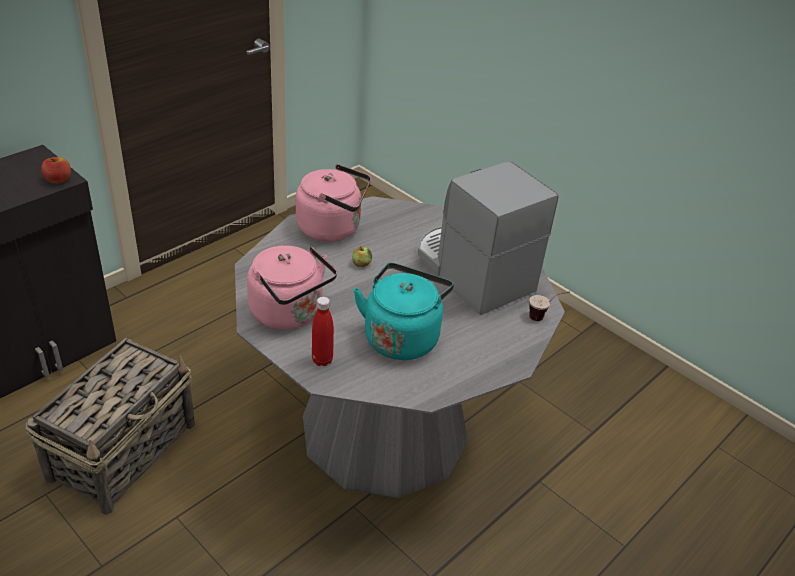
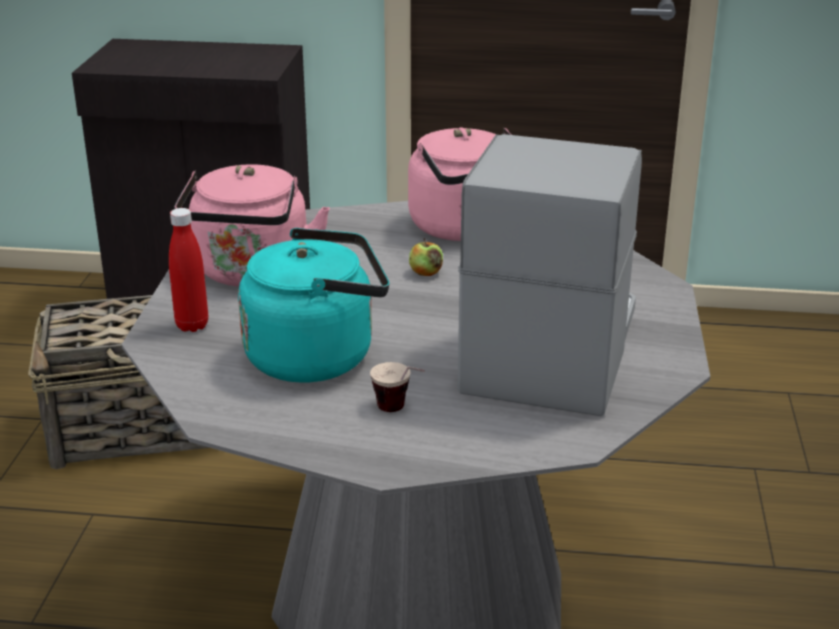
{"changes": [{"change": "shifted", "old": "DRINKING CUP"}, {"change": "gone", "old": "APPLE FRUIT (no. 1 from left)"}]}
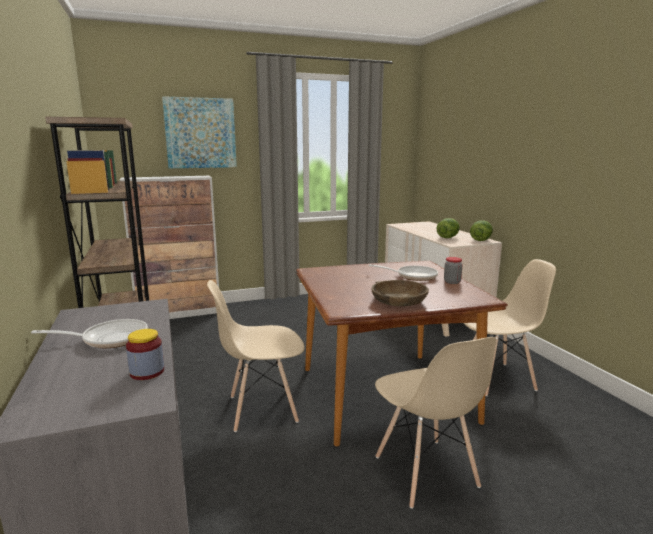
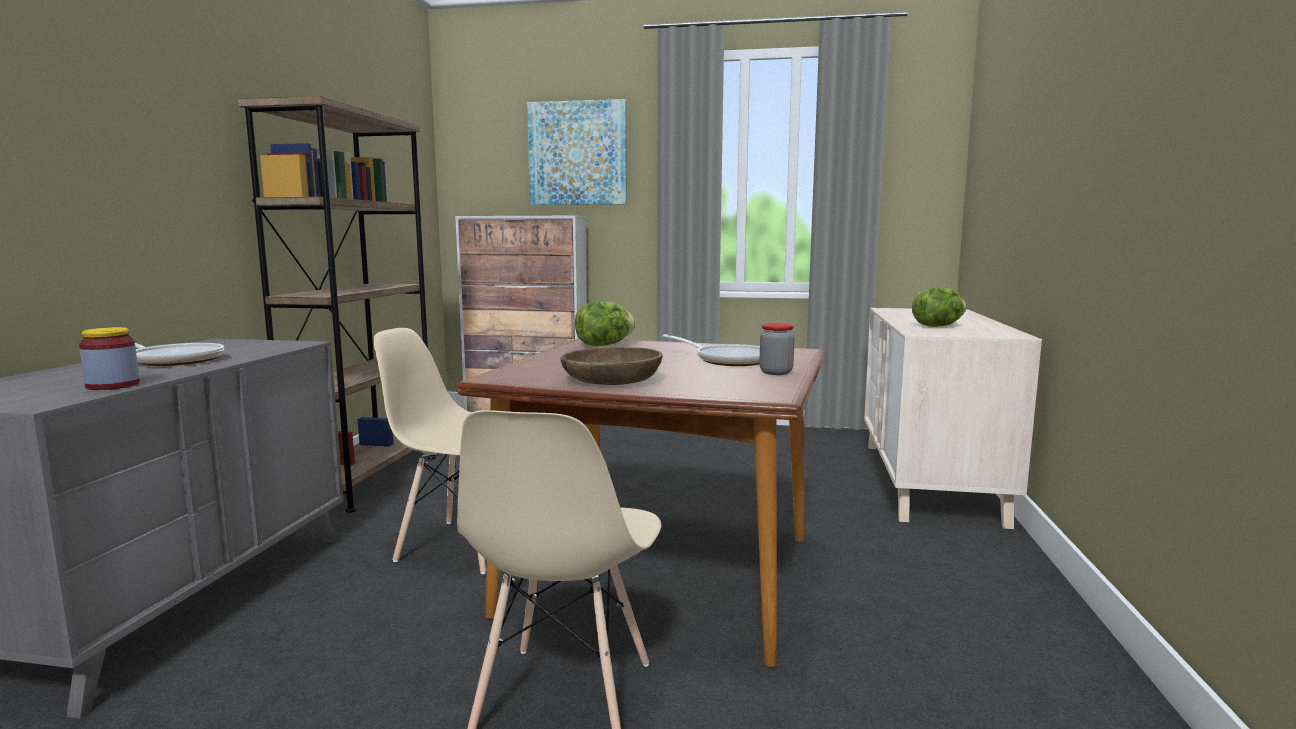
{"changes": [{"change": "shifted", "old": "HEAD OF LETTUCE (no. 2 from left in the first image)", "new": "HEAD OF LETTUCE (no. 1 from left)"}, {"change": "gone", "old": "BEIGE-COLOURED UPRIGHT CHAIR (no. 3 from left)"}]}
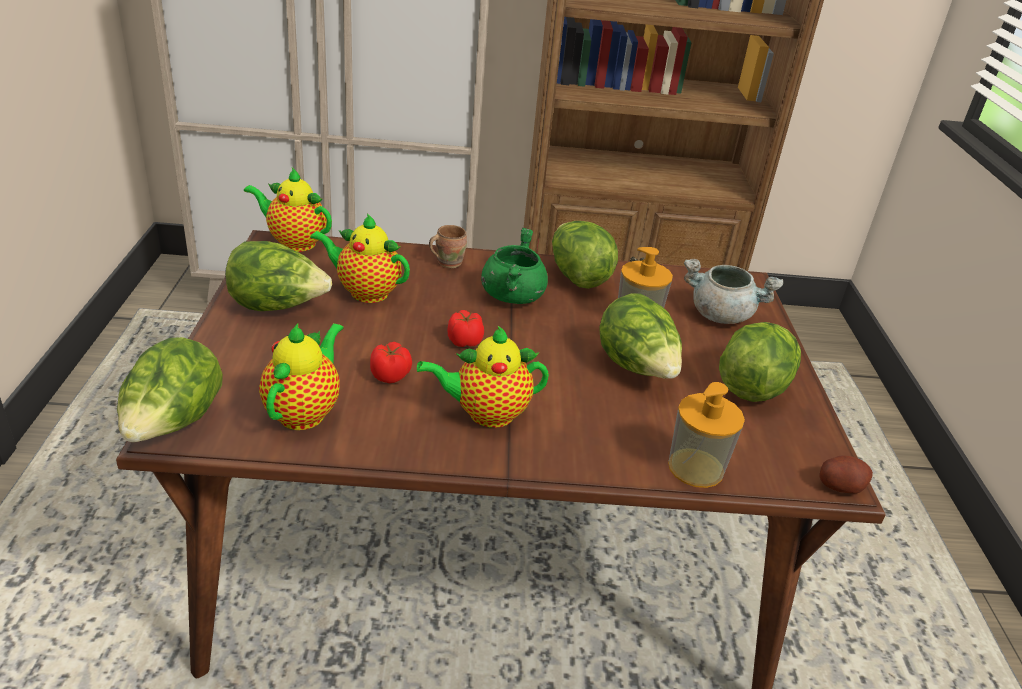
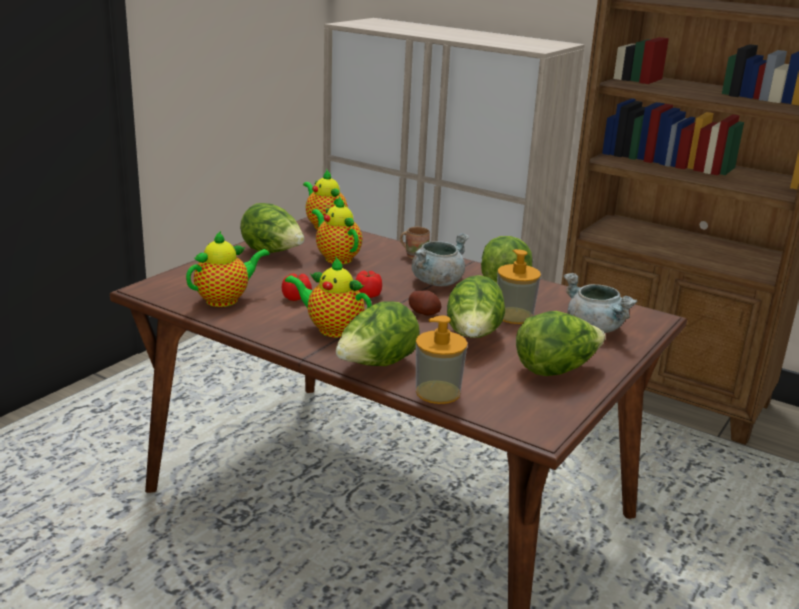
{"changes": [{"change": "shifted", "old": "HEAD OF LETTUCE (no. 1 from left in the first image)", "new": "HEAD OF LETTUCE (no. 2 from left)"}, {"change": "shifted", "old": "POTATO"}, {"change": "repainted", "old": "GREEN STOCKPOT", "new": "GRAY STOCKPOT (no. 1 from left)"}]}
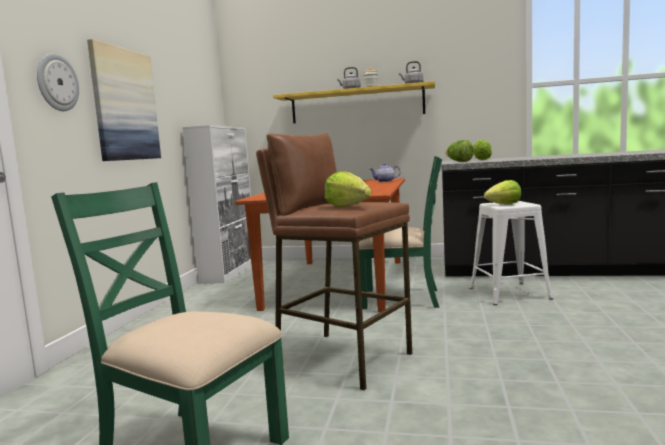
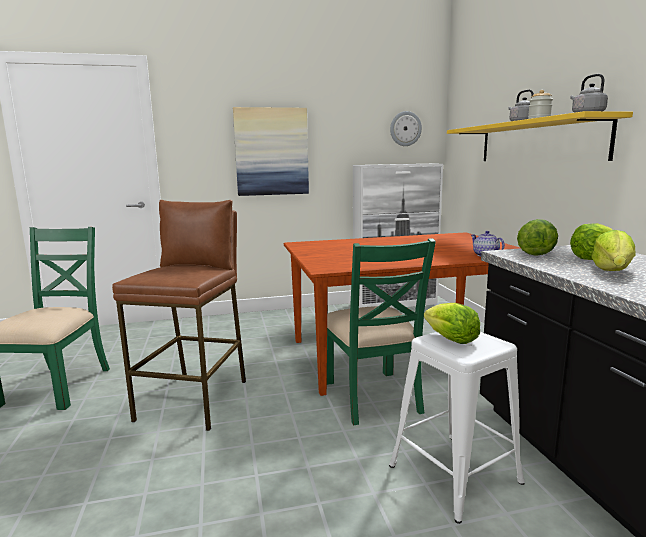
{"changes": [{"change": "shifted", "old": "HANGING CLOCK"}, {"change": "shifted", "old": "HEAD OF LETTUCE (no. 1 from left in the first image)", "new": "HEAD OF LETTUCE (no. 4 from left)"}]}
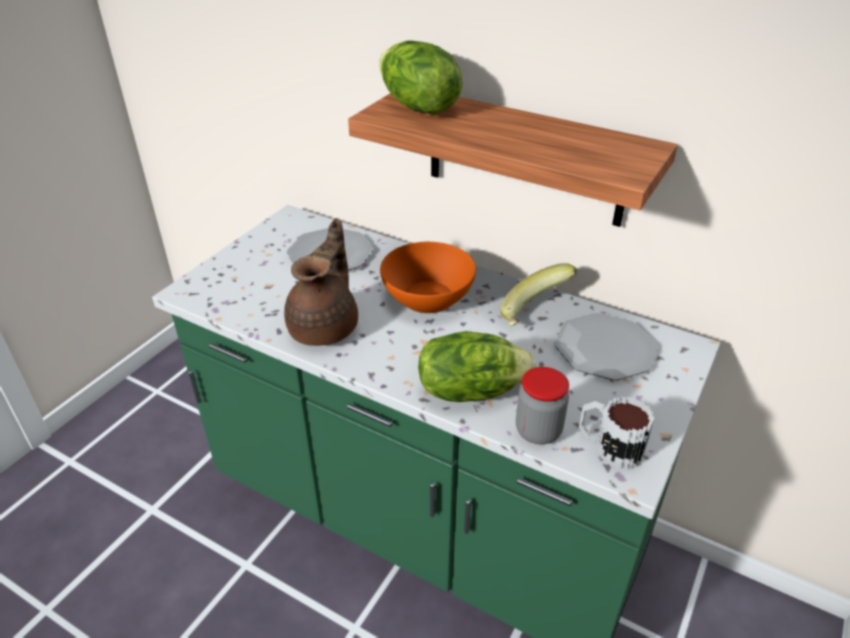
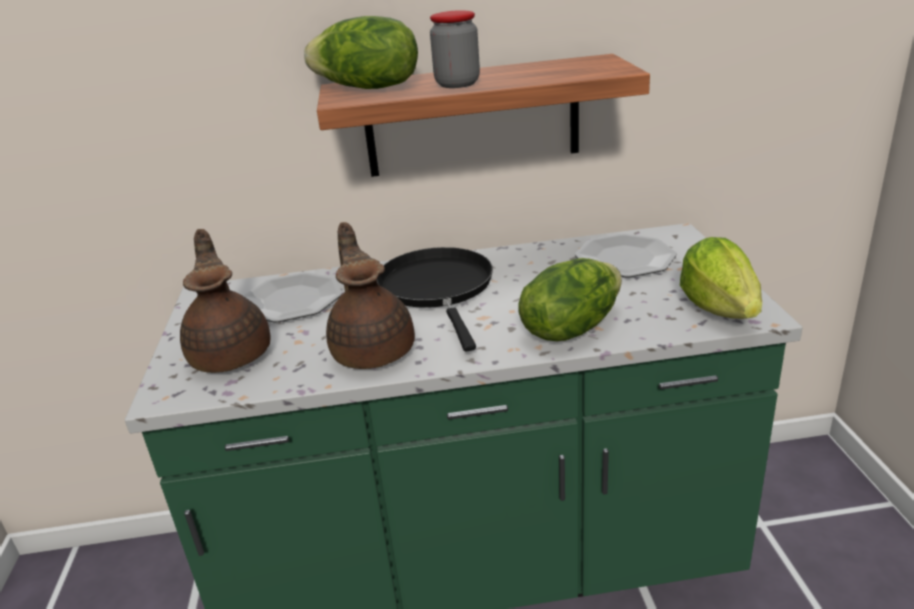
{"changes": [{"change": "new", "new": "BROWN-COLOURED POT FOR TEA (no. 1 from left)"}, {"change": "swapped", "old": "ORANGEY BOWL", "new": "BLACKISH FRYING PAN"}, {"change": "shifted", "old": "STORAGE JAR"}, {"change": "swapped", "old": "COFFEE MUG", "new": "HEAD OF LETTUCE (no. 3 from left)"}, {"change": "gone", "old": "BANANA FRUIT"}]}
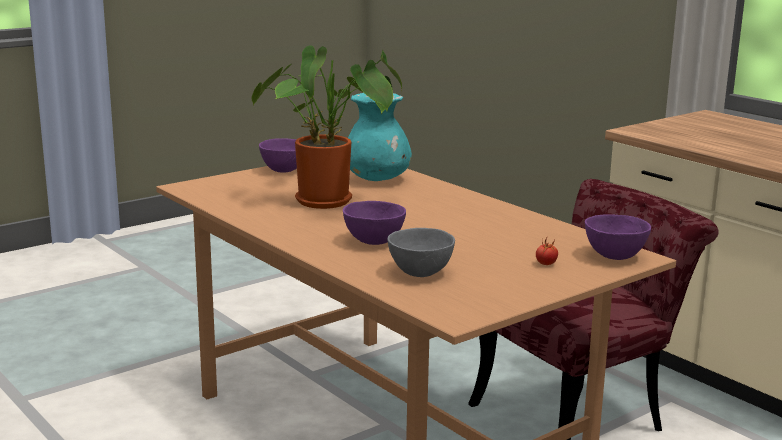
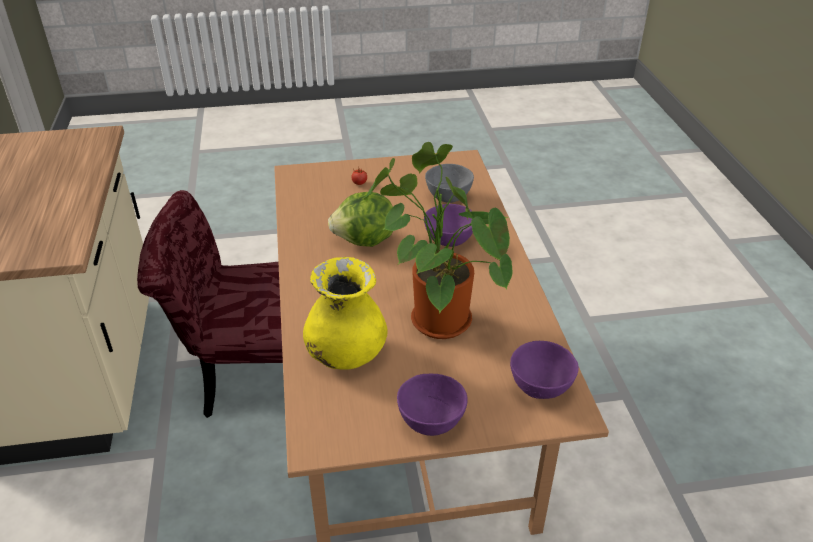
{"changes": [{"change": "repainted", "old": "BLUE-GREEN FLOWER VASE", "new": "YELLOWISH FLOWER VASE"}, {"change": "new", "new": "HEAD OF LETTUCE"}, {"change": "shifted", "old": "PURPLE BOWL (no. 3 from left)"}]}
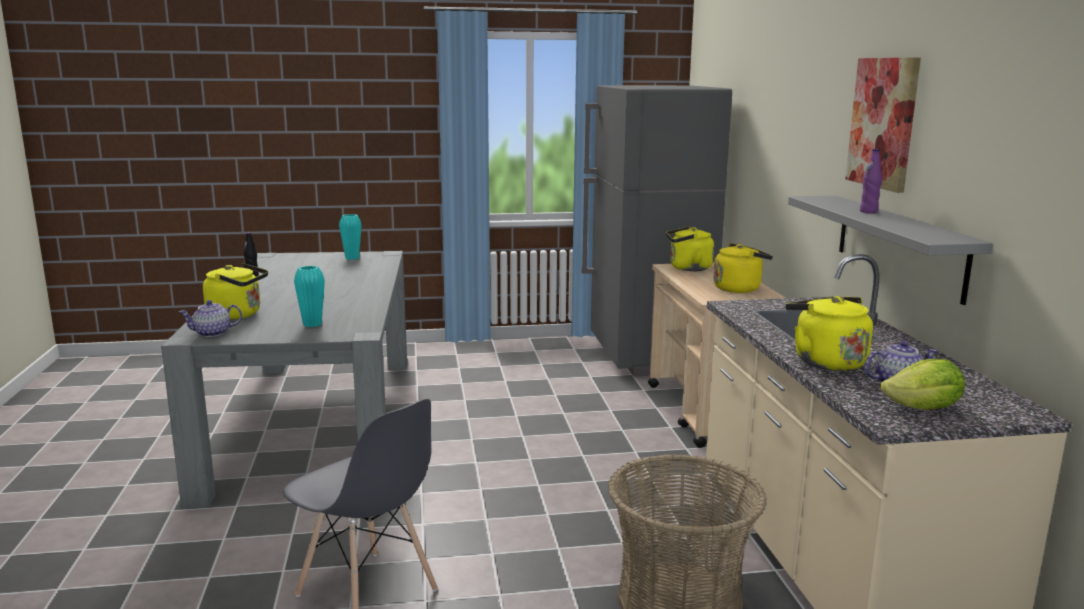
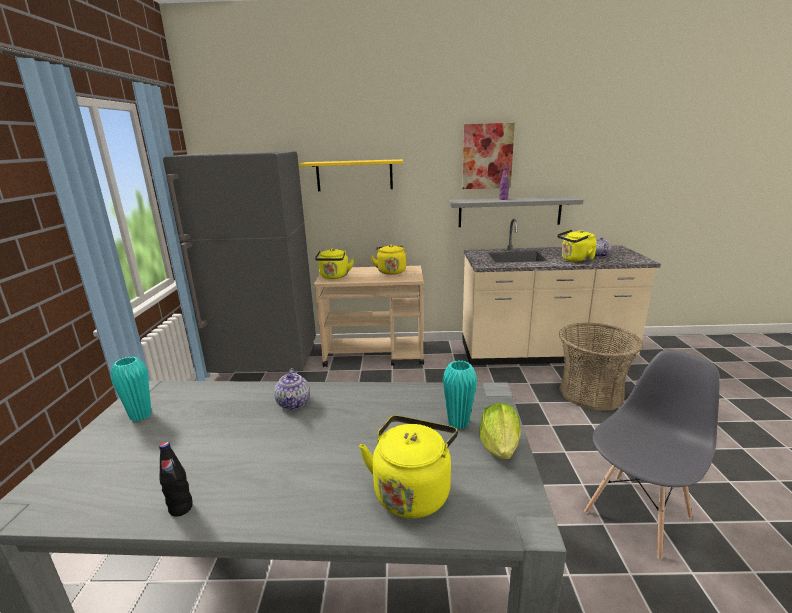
{"changes": [{"change": "shifted", "old": "POT FOR TEA (no. 1 from left)"}, {"change": "new", "new": "YELLOWISH BRACKET SHELF"}, {"change": "shifted", "old": "HEAD OF LETTUCE"}]}
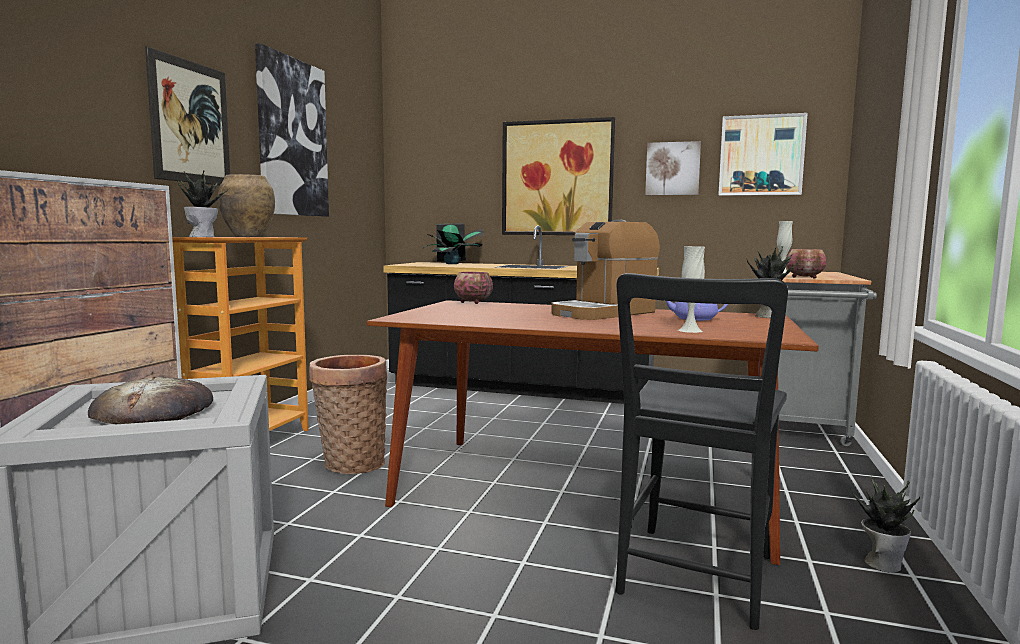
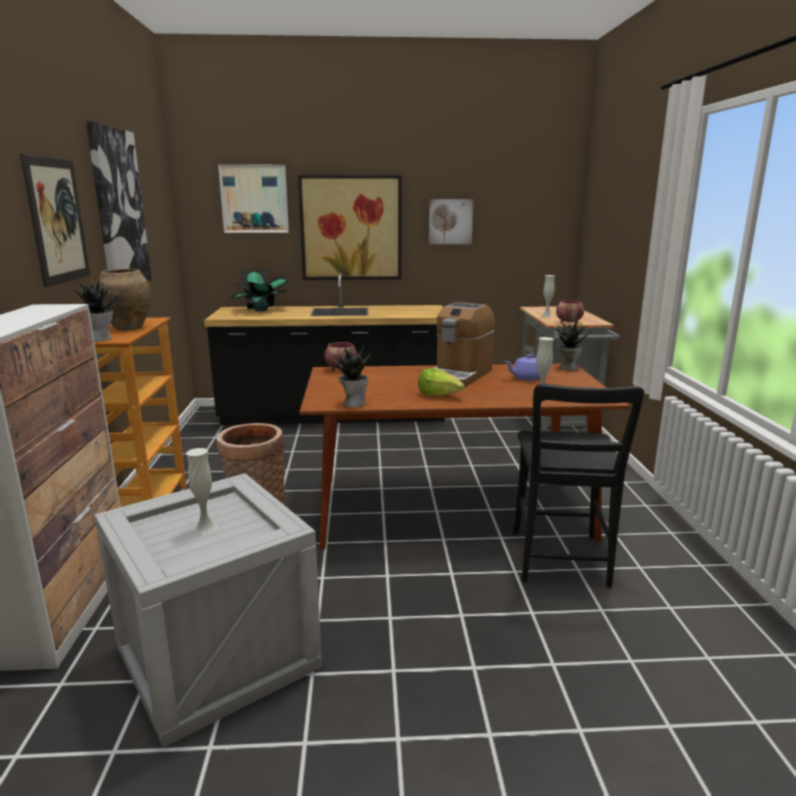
{"changes": [{"change": "swapped", "old": "BREAD", "new": "WHITE-COLOURED FLOWER VASE (no. 1 from left)"}, {"change": "shifted", "old": "PICTURE (no. 5 from left in the first image)", "new": "PICTURE (no. 3 from left)"}, {"change": "shifted", "old": "PLANT IN A POT (no. 4 from left in the first image)", "new": "PLANT IN A POT (no. 3 from left)"}, {"change": "new", "new": "HEAD OF LETTUCE"}]}
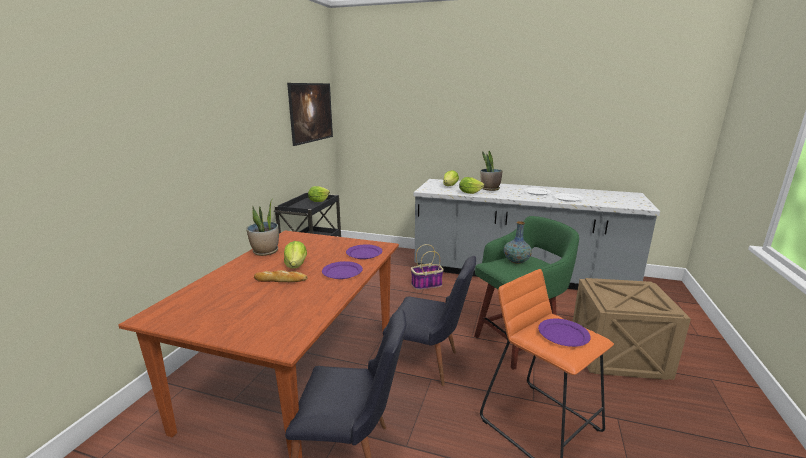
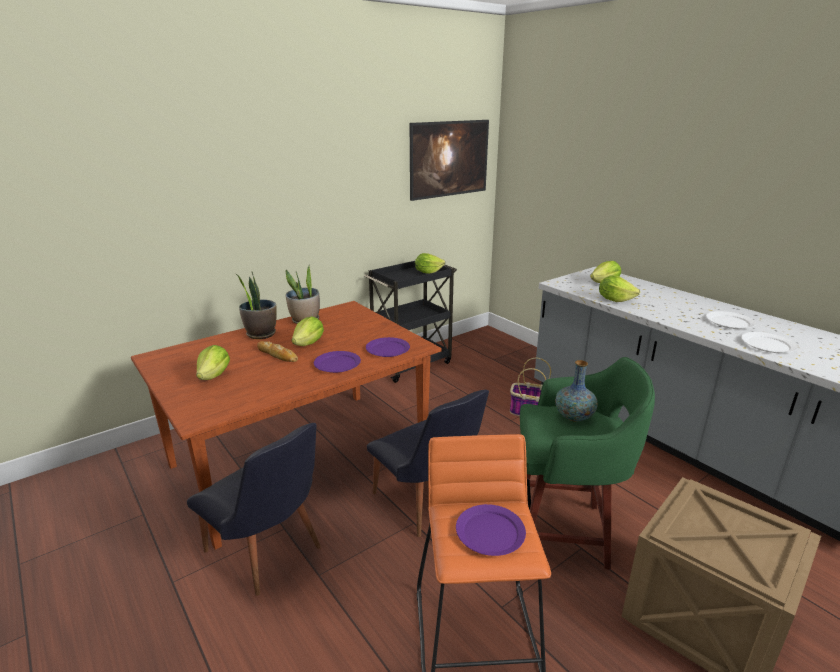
{"changes": [{"change": "new", "new": "HEAD OF LETTUCE (no. 1 from left)"}, {"change": "shifted", "old": "PLANT IN A POT (no. 2 from left in the first image)", "new": "PLANT IN A POT (no. 1 from left)"}]}
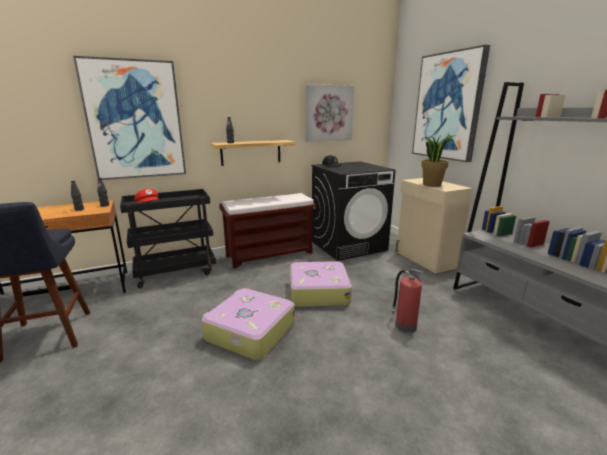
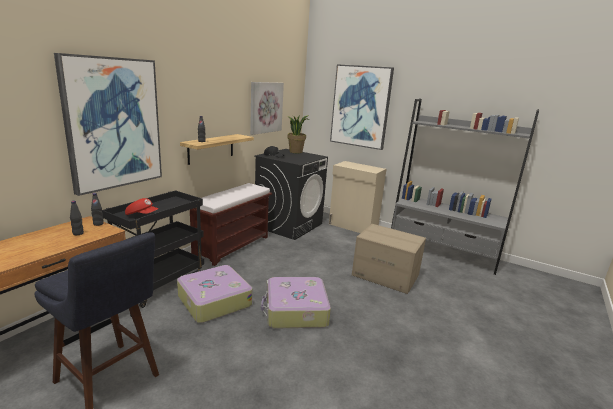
{"changes": [{"change": "shifted", "old": "SUITCASE (no. 2 from left in the first image)", "new": "SUITCASE (no. 1 from left)"}, {"change": "shifted", "old": "PLANT IN A POT"}, {"change": "swapped", "old": "EXTINGUISHER", "new": "PACKING BOX"}]}
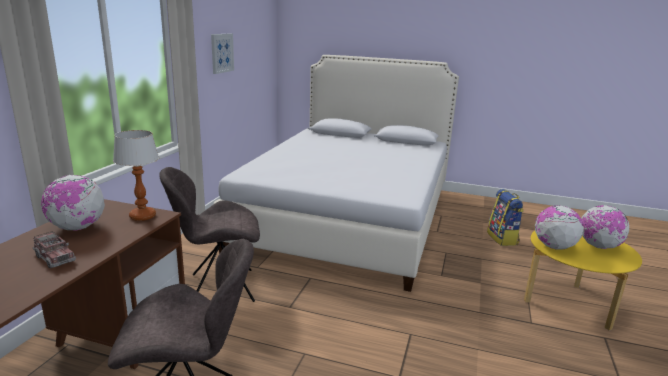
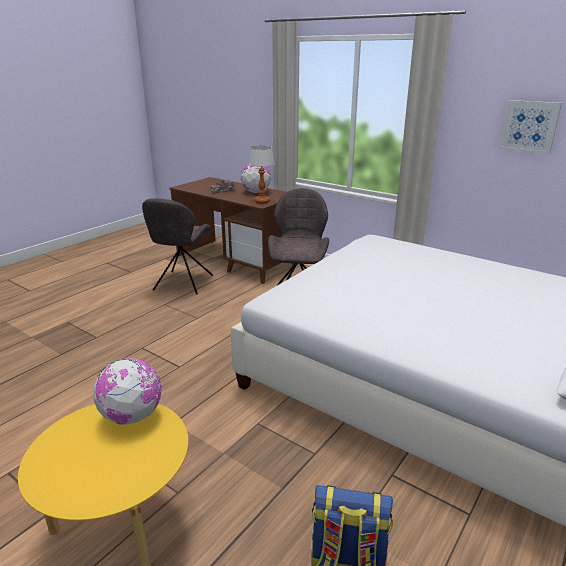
{"changes": [{"change": "gone", "old": "DESK GLOBE (no. 3 from left)"}]}
